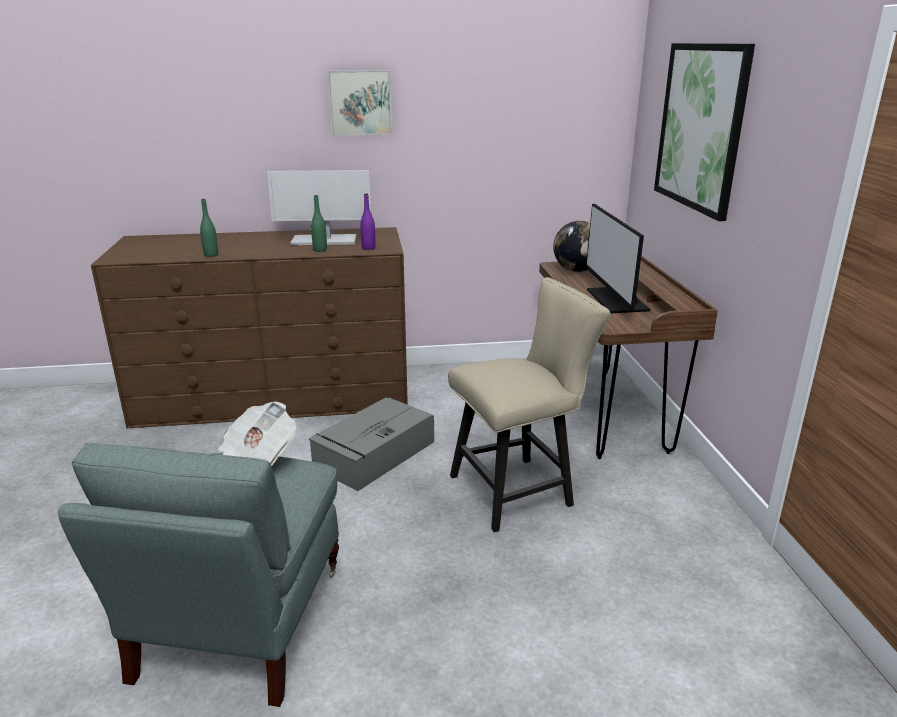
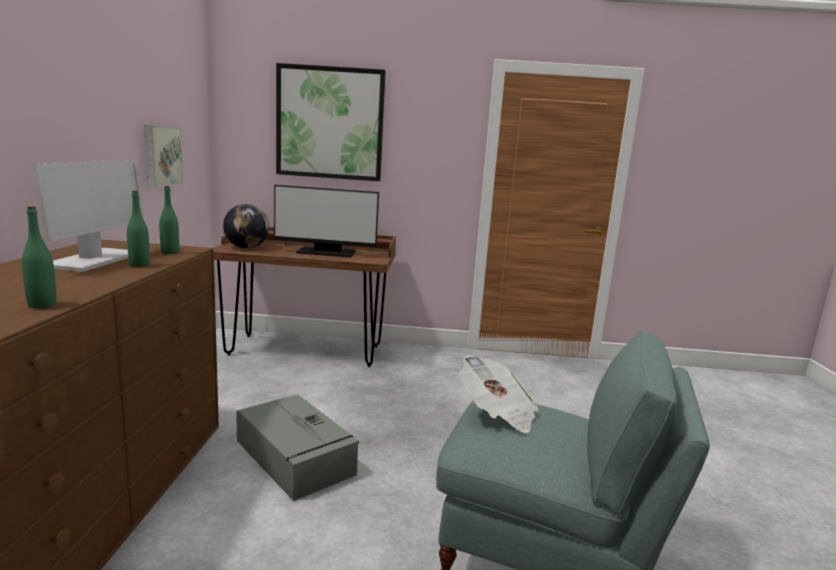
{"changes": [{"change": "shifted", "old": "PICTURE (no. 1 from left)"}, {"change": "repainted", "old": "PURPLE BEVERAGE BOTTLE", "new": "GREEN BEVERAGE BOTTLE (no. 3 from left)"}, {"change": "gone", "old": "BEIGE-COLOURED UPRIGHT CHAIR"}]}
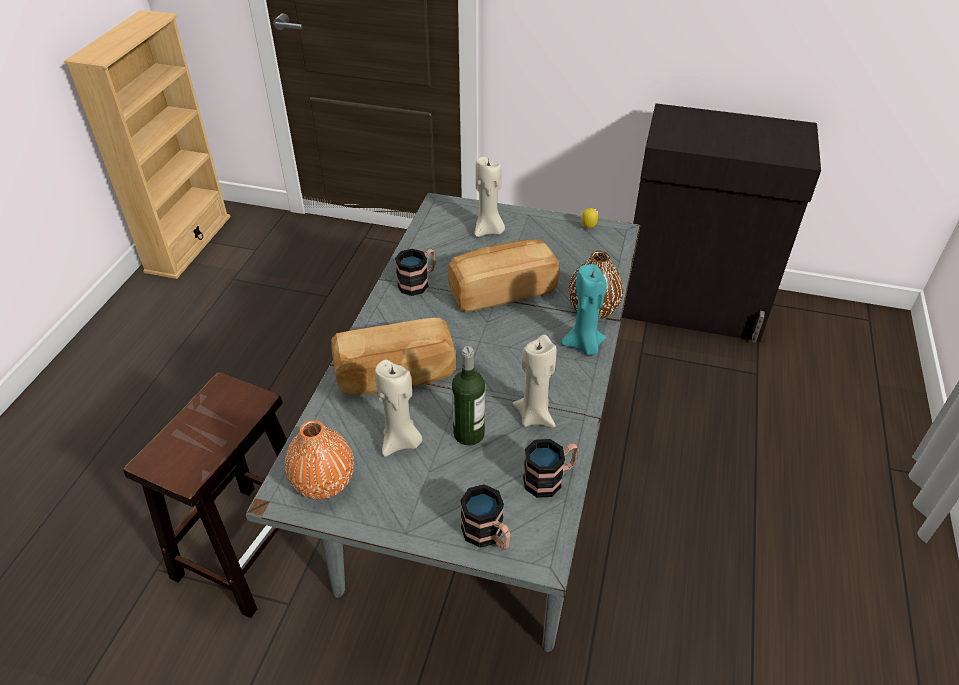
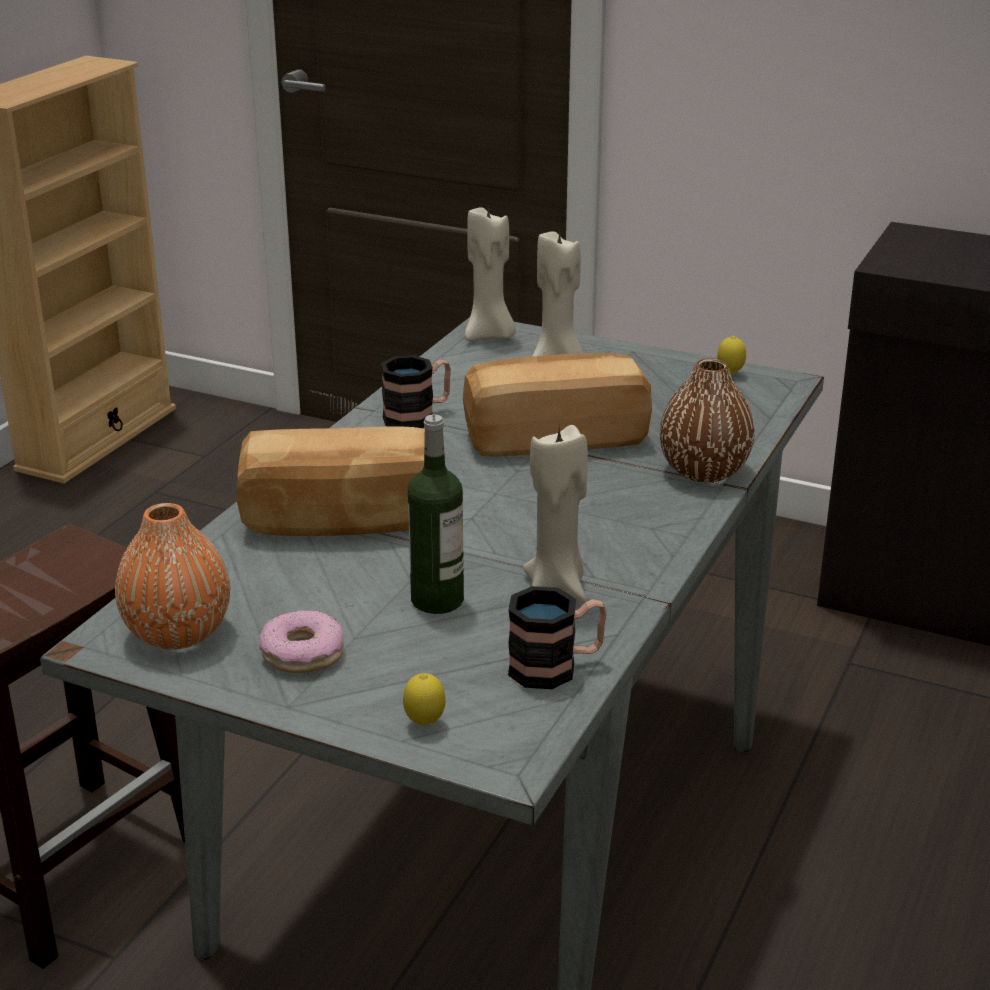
{"changes": [{"change": "new", "new": "DOUGHNUT"}, {"change": "swapped", "old": "COFFEE MUG (no. 2 from left)", "new": "CITRUS FRUIT (no. 1 from left)"}, {"change": "shifted", "old": "BEIGE-COLOURED WAX CANDLE (no. 1 from left)"}, {"change": "gone", "old": "BLUE-GREEN WAX CANDLE"}]}
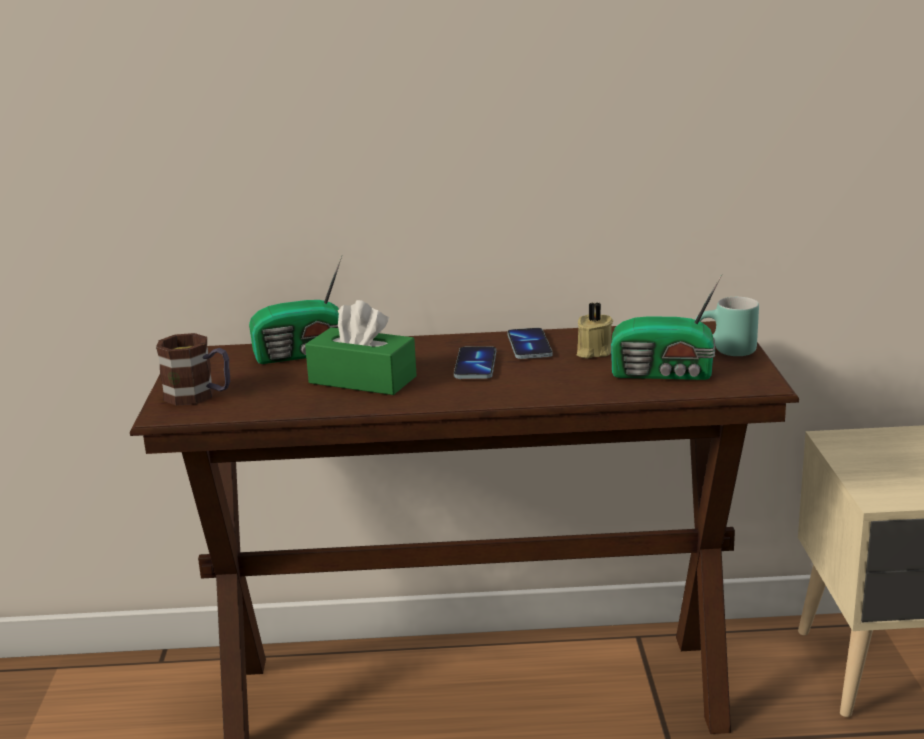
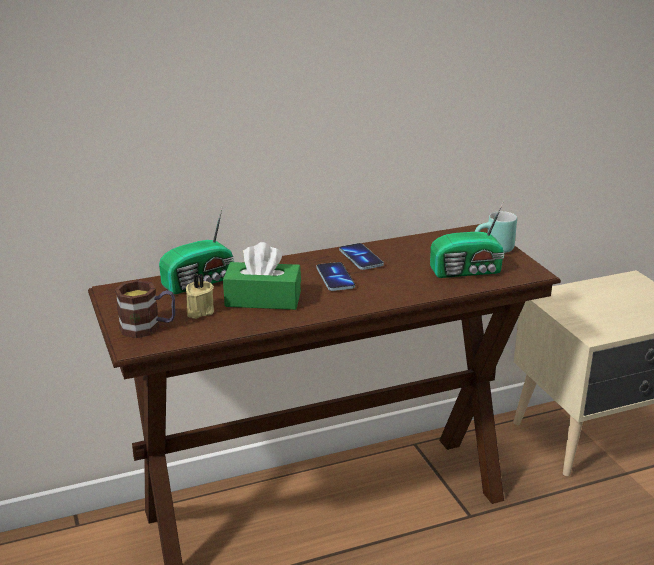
{"changes": [{"change": "shifted", "old": "BEIGE-COLOURED WAX CANDLE"}]}
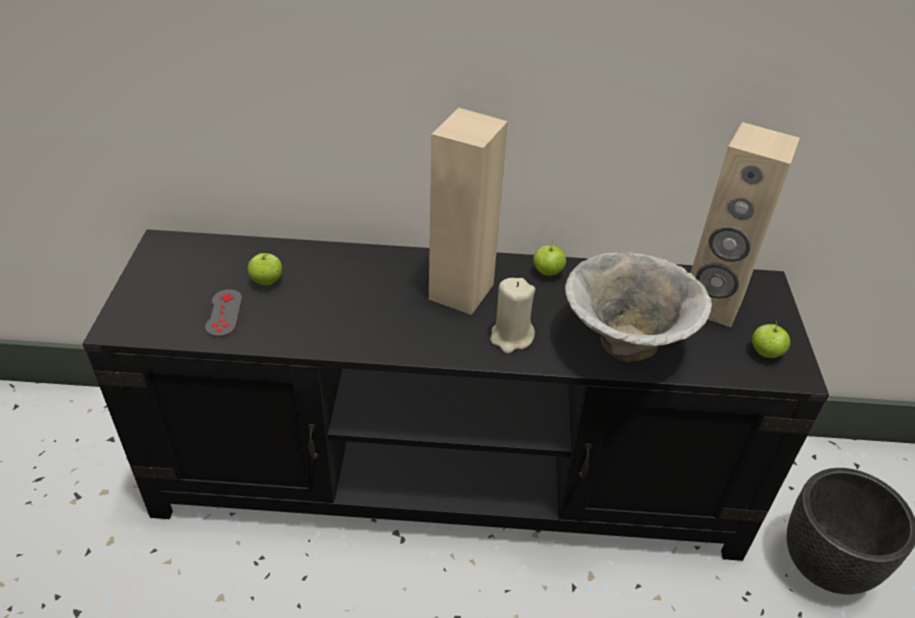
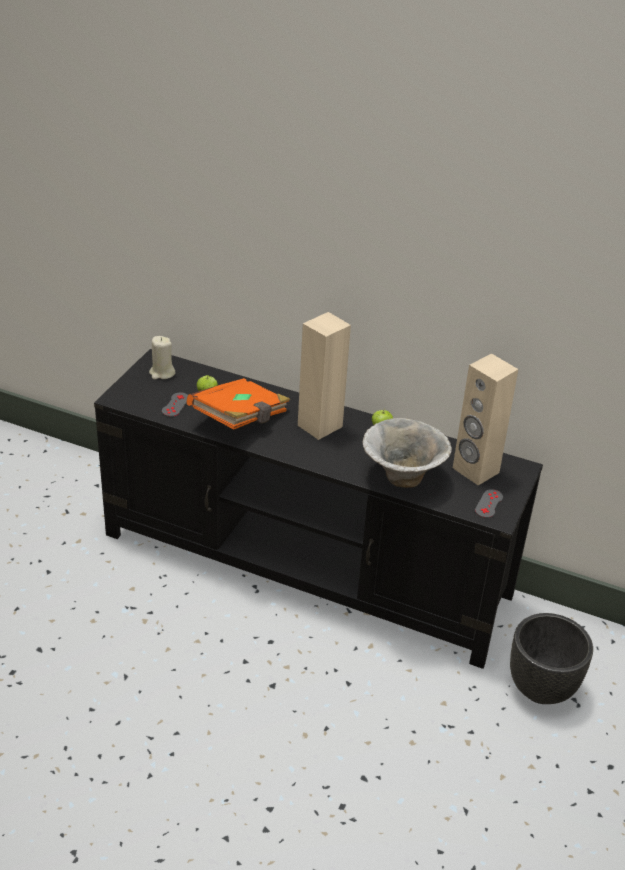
{"changes": [{"change": "shifted", "old": "BEIGE-COLOURED WAX CANDLE"}, {"change": "new", "new": "ORANGEY BOOK"}, {"change": "swapped", "old": "APPLE FRUIT (no. 3 from left)", "new": "GRAY JOYPAD (no. 2 from left)"}]}
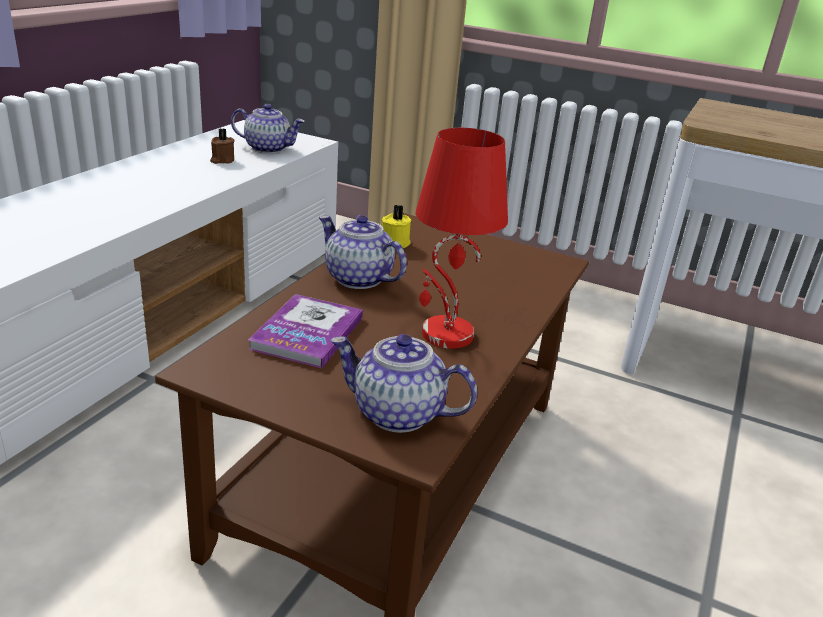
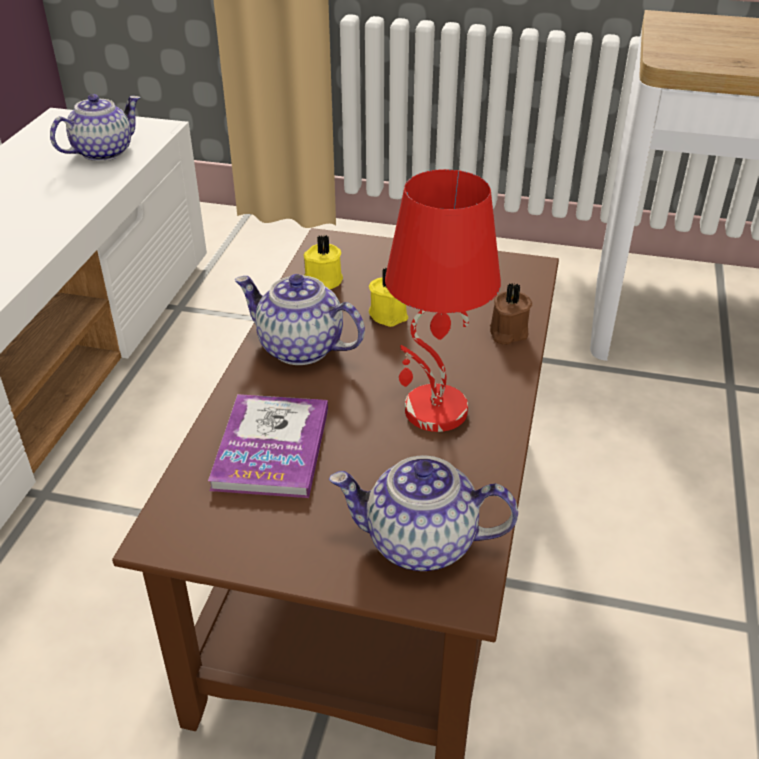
{"changes": [{"change": "rotated", "old": "POT FOR TEA (no. 1 from left)", "degrees": -45}, {"change": "new", "new": "YELLOWISH WAX CANDLE (no. 2 from left)"}, {"change": "shifted", "old": "BROWN-COLOURED WAX CANDLE"}]}
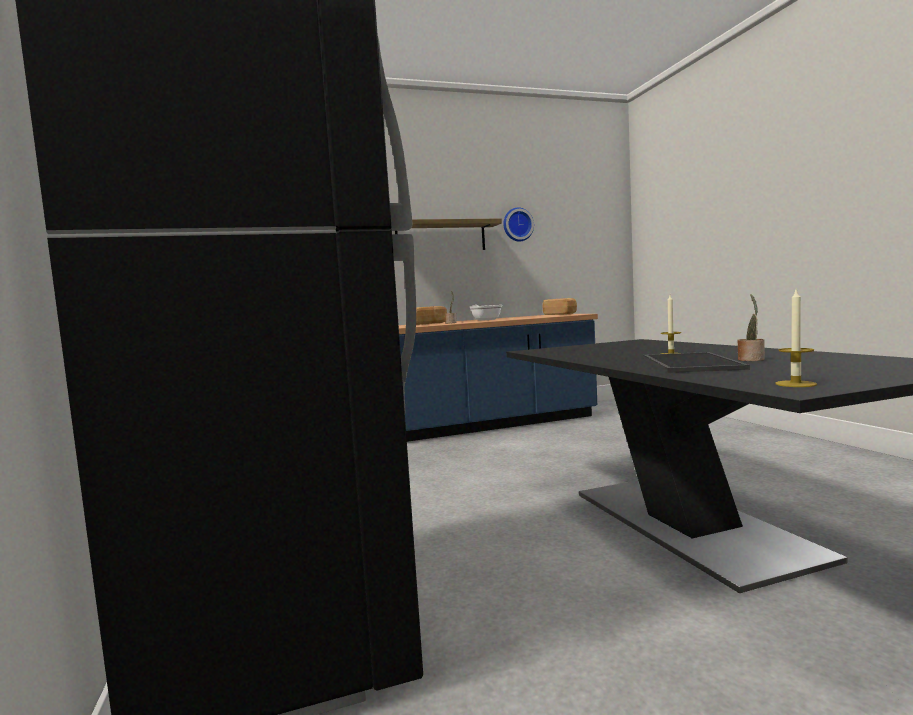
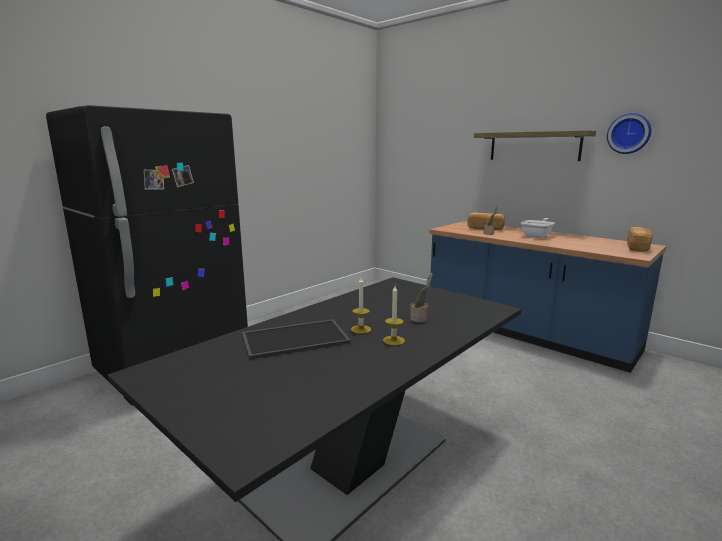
{"changes": [{"change": "shifted", "old": "WAX CANDLE (no. 2 from left)"}, {"change": "shifted", "old": "PLANT IN A POT (no. 2 from left in the first image)", "new": "PLANT IN A POT (no. 1 from left)"}]}
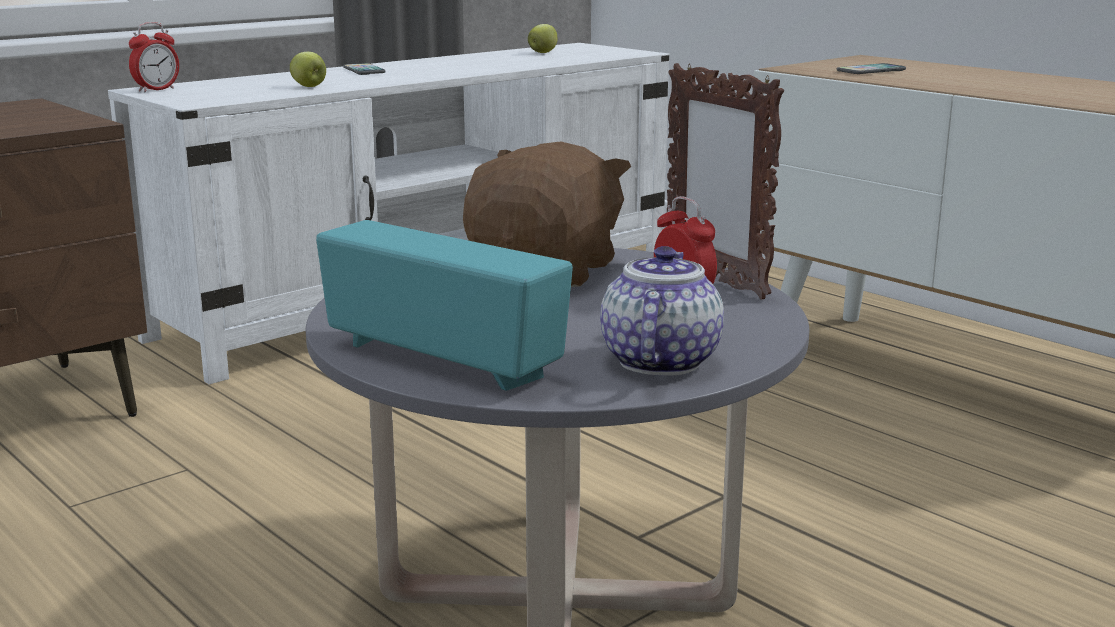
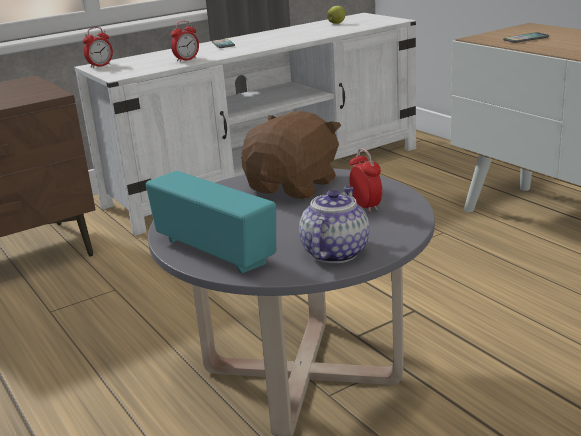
{"changes": [{"change": "swapped", "old": "APPLE FRUIT (no. 1 from left)", "new": "TABLE CLOCK (no. 2 from left)"}, {"change": "gone", "old": "PHOTO FRAME"}]}
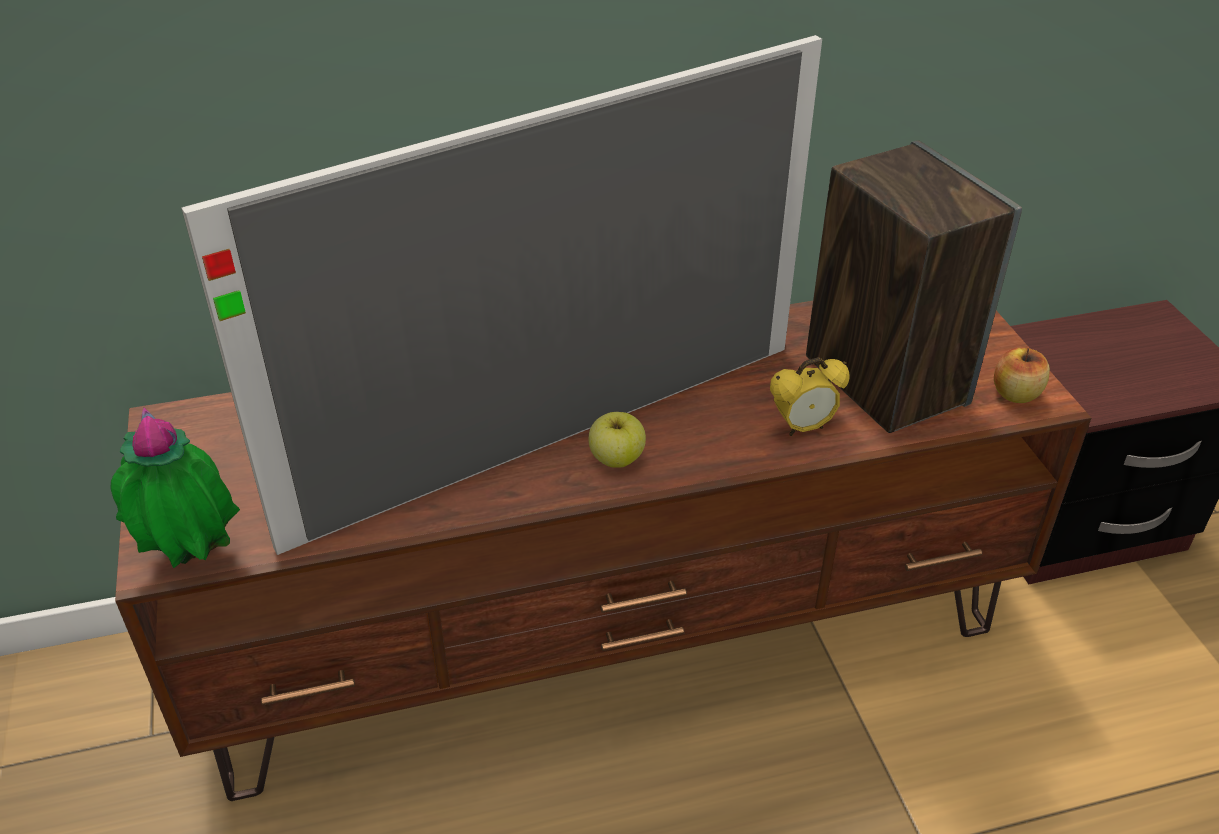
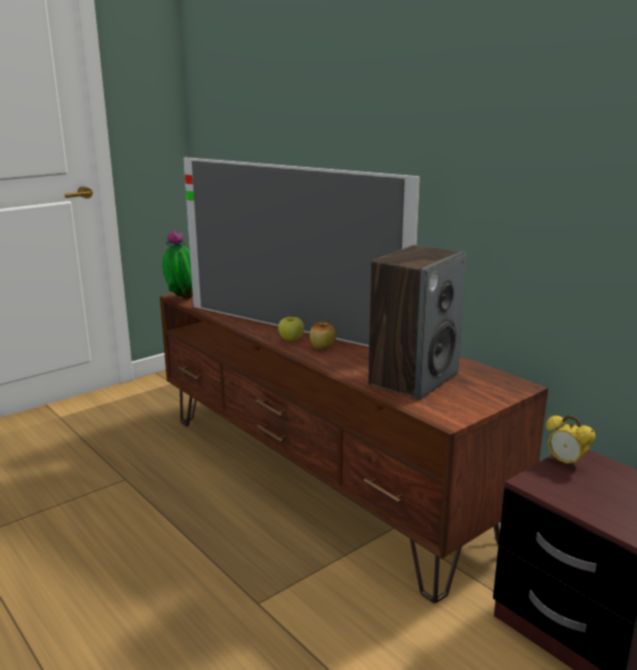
{"changes": [{"change": "shifted", "old": "APPLE FRUIT (no. 2 from left)"}, {"change": "shifted", "old": "TABLE CLOCK"}]}
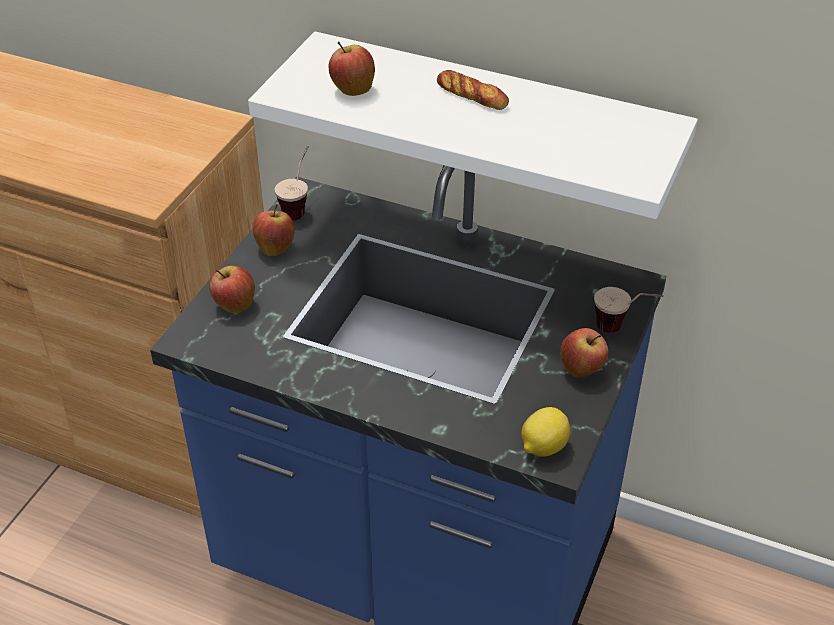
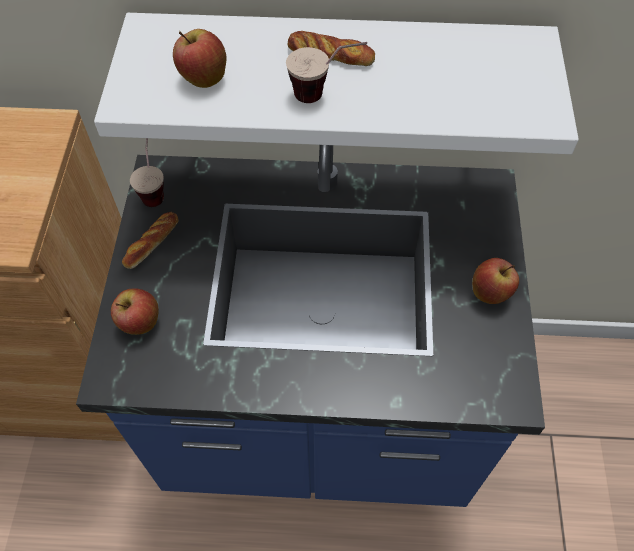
{"changes": [{"change": "swapped", "old": "APPLE FRUIT (no. 2 from left)", "new": "BREAD (no. 1 from left)"}, {"change": "shifted", "old": "DRINKING CUP (no. 2 from left)"}, {"change": "gone", "old": "CITRUS FRUIT"}]}
